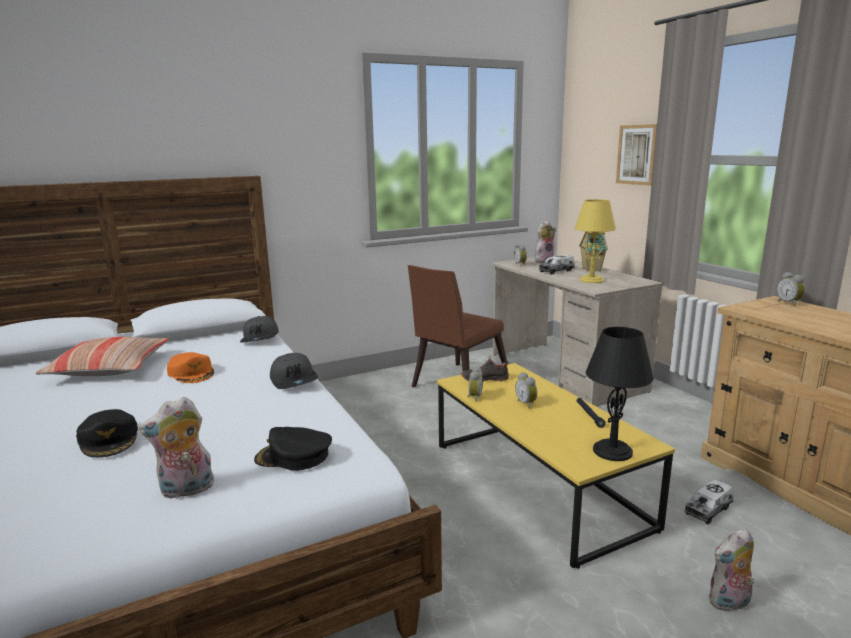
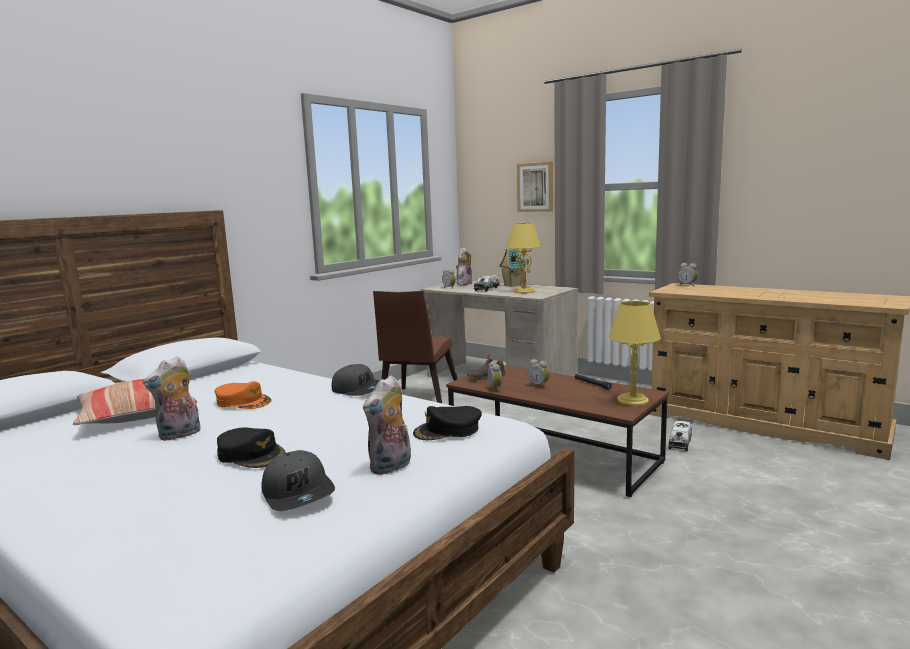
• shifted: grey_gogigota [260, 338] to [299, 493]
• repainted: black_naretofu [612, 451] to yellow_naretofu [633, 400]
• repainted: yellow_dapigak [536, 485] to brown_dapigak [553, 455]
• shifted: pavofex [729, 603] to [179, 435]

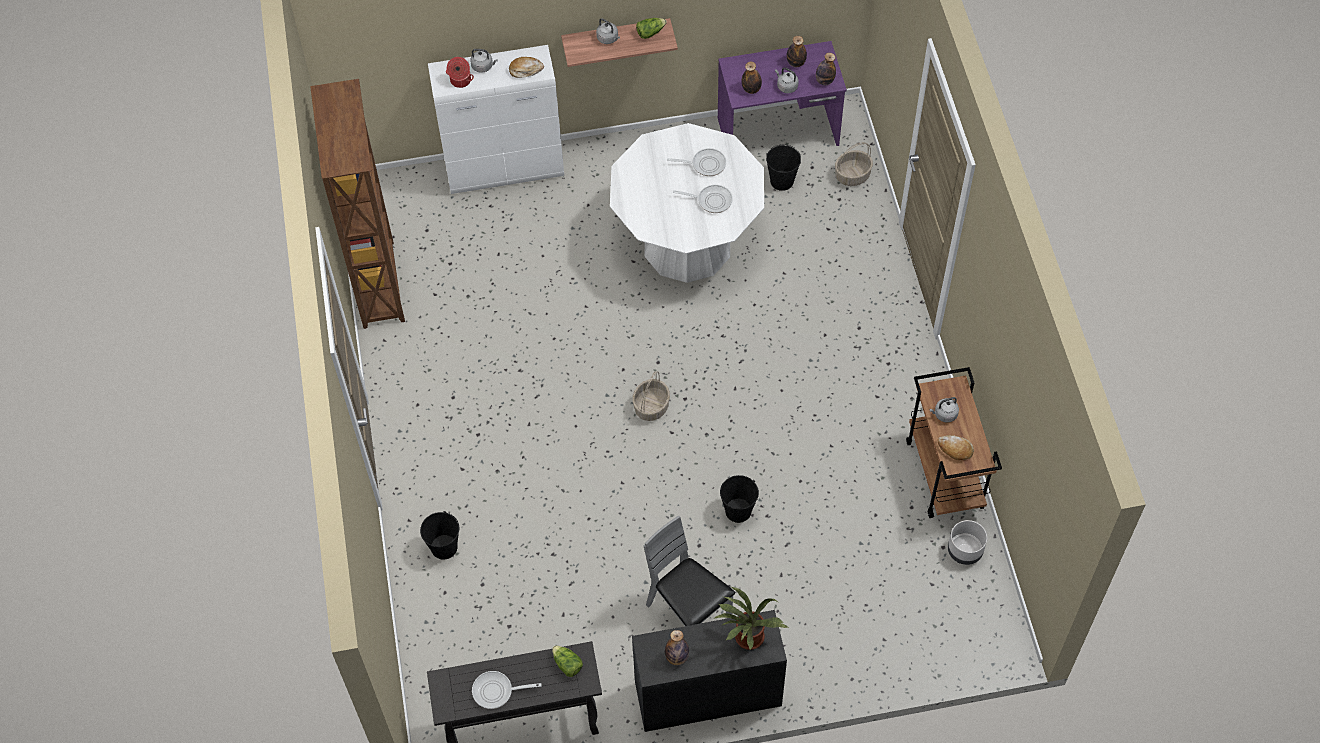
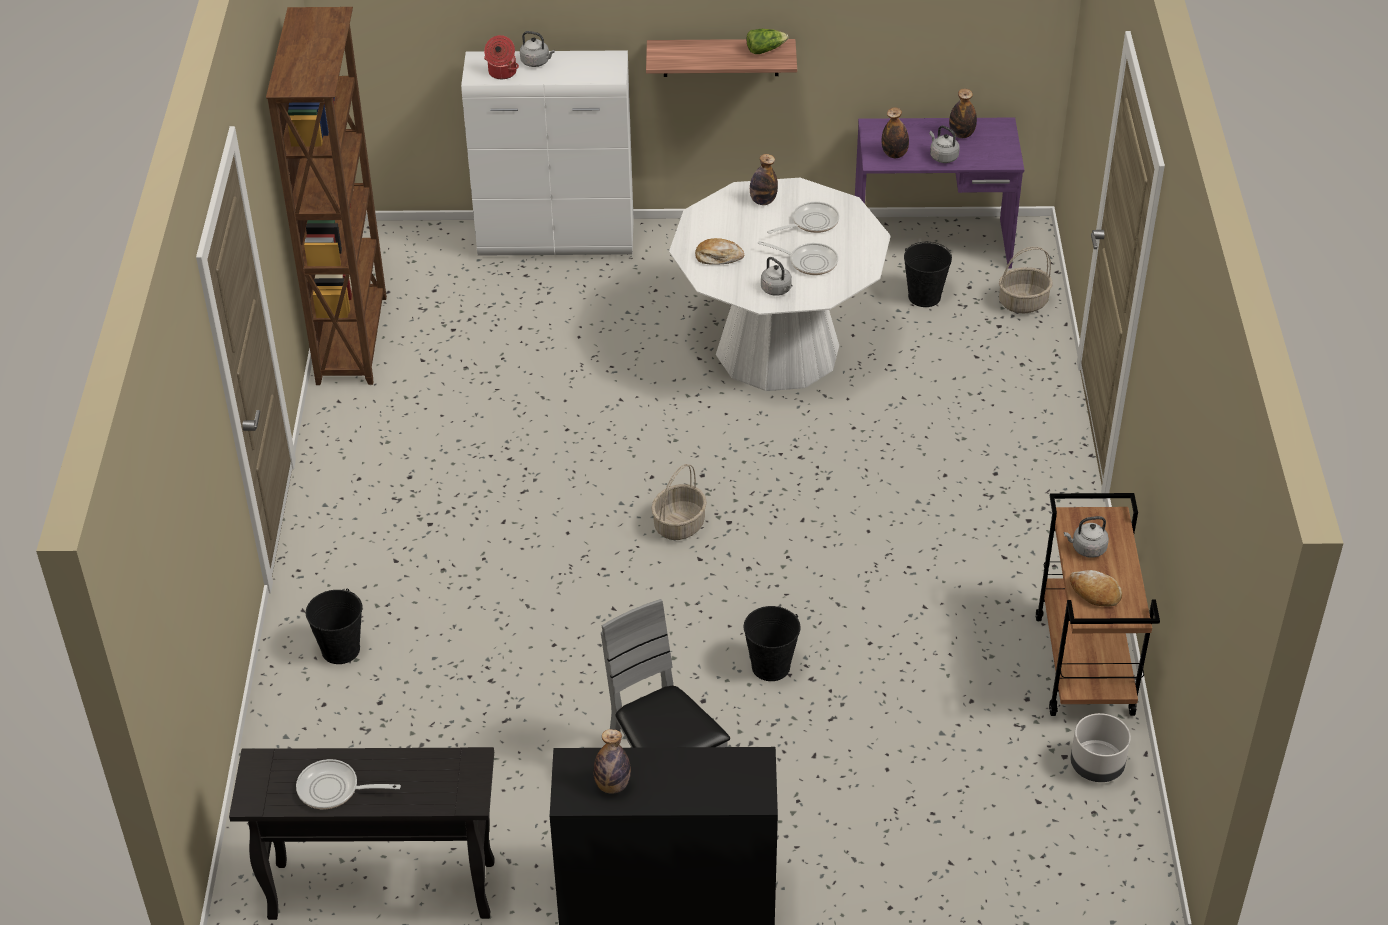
• shifted: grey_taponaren [608, 38] to [777, 290]
• shifted: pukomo [824, 81] to [763, 201]
• shifted: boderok [525, 70] to [718, 257]
• rotated: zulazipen [705, 164] = [811, 223] 45 degrees counterclockwise
• gone: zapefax [748, 640]
• gone: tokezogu [567, 664]

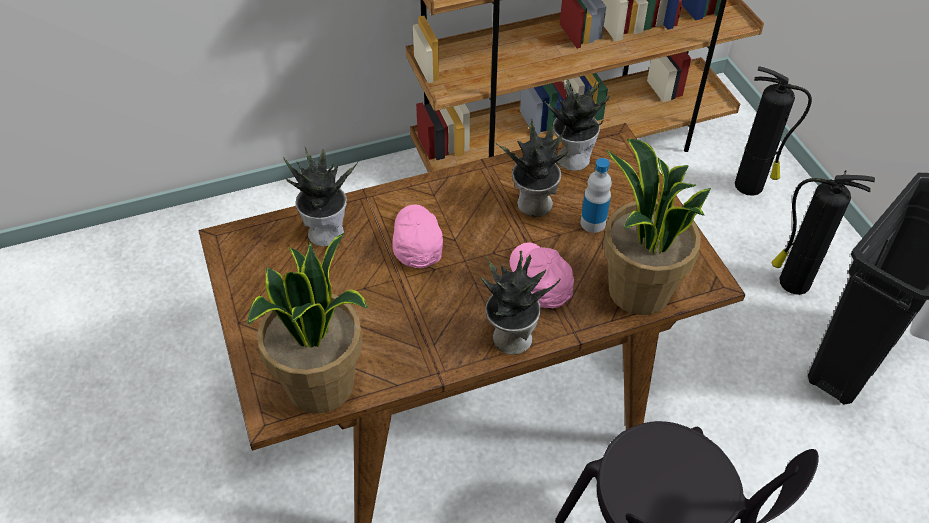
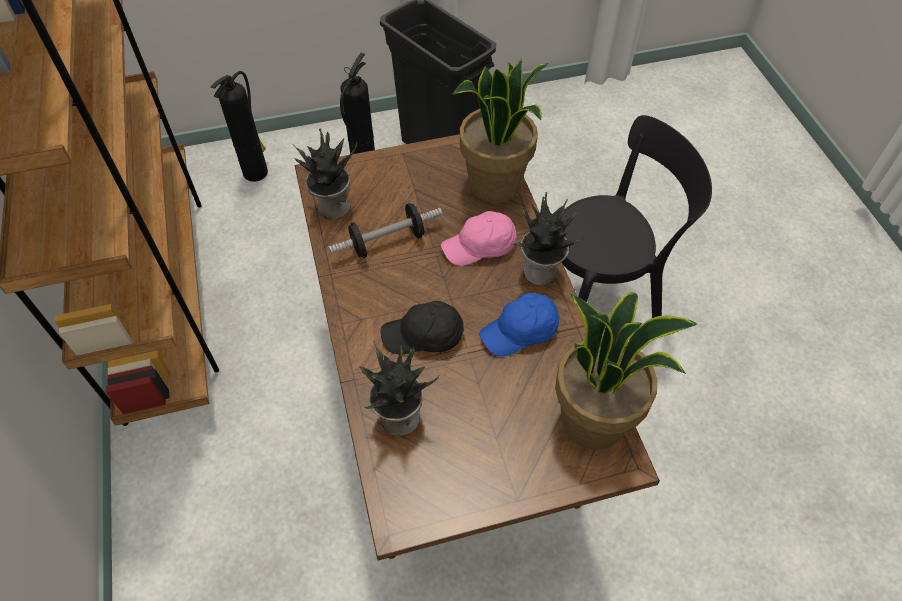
• swapped: zapefax [533, 204] to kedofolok [387, 242]
• gone: pukomo [593, 223]
• repainted: pink_gogigota [416, 242] to black_gogigota [424, 336]
• new: blue_gogigota [520, 332]

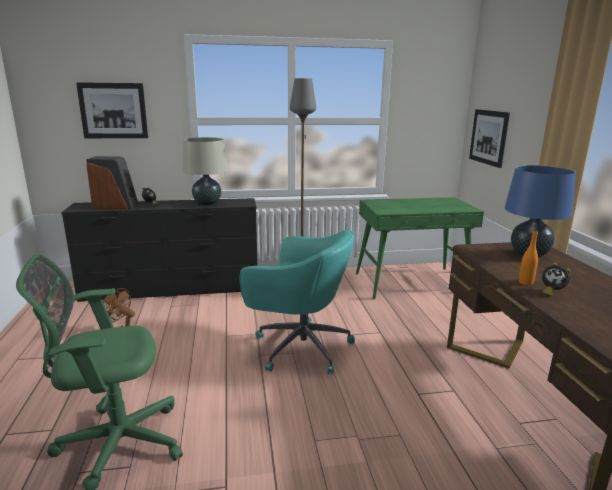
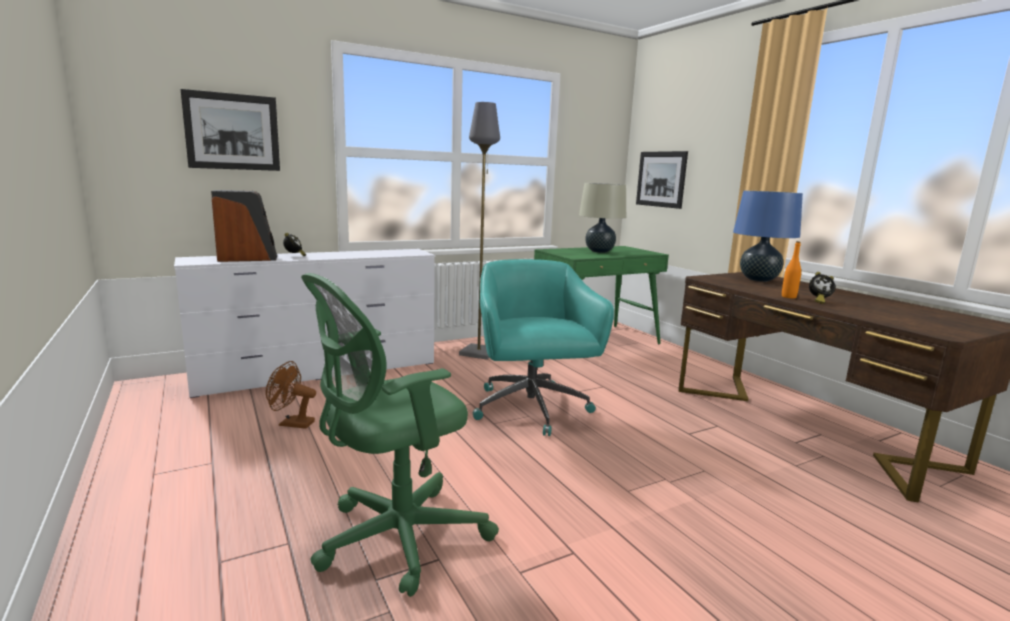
• shifted: beige_naretofu [207, 203] to [599, 251]
• repainted: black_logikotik [172, 290] to white_logikotik [320, 372]
• rotated: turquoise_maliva [299, 347] = [531, 410] 105 degrees counterclockwise

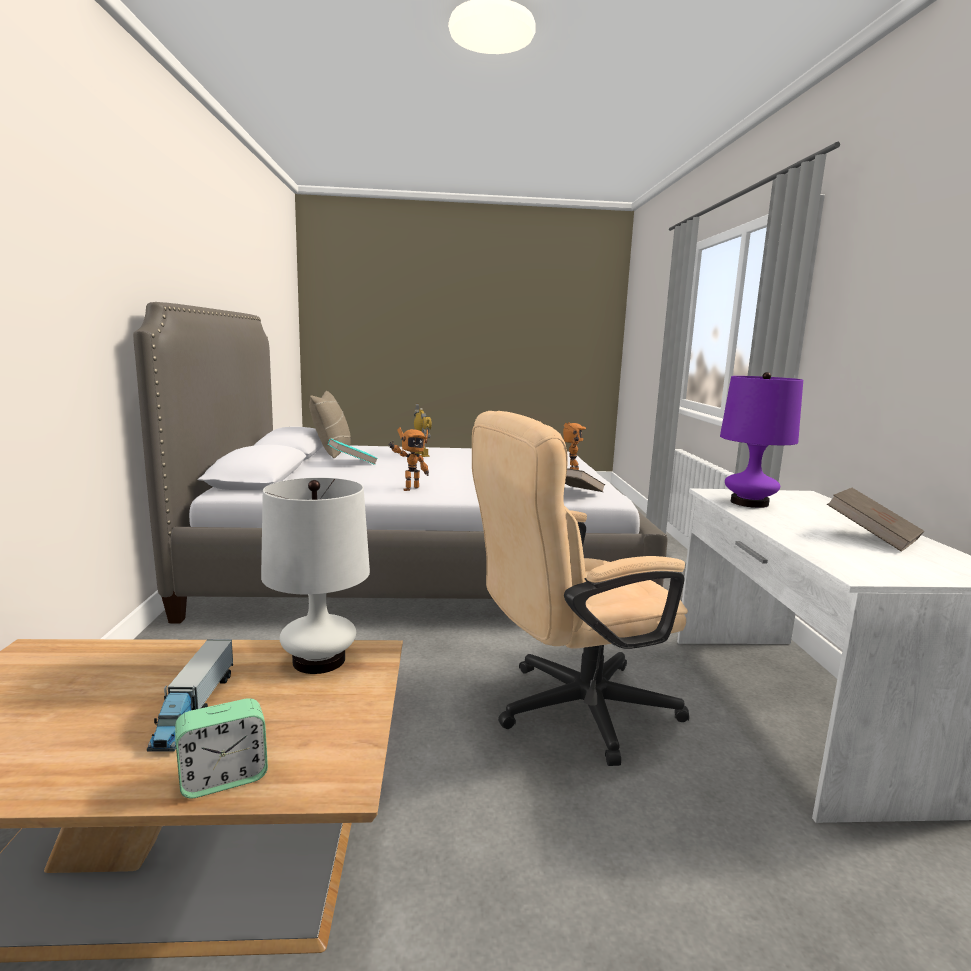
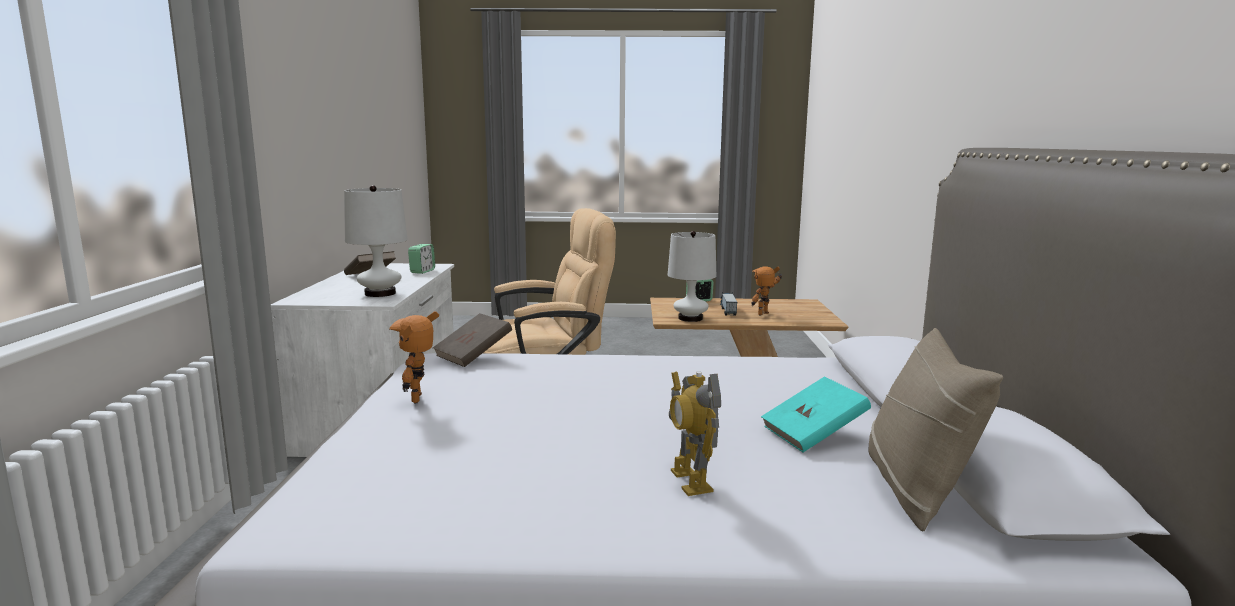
• repainted: purple_naretofu [749, 503] to white_naretofu [380, 293]
• shifted: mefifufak [409, 488] to [765, 314]
• new: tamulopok [422, 271]

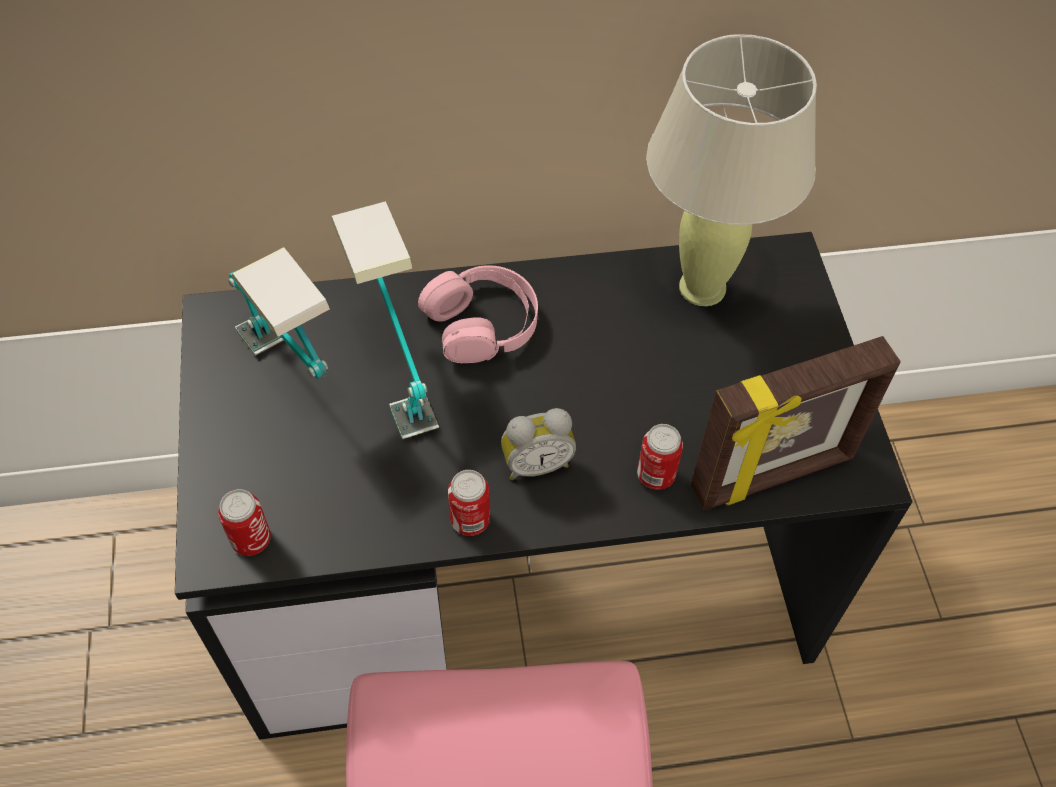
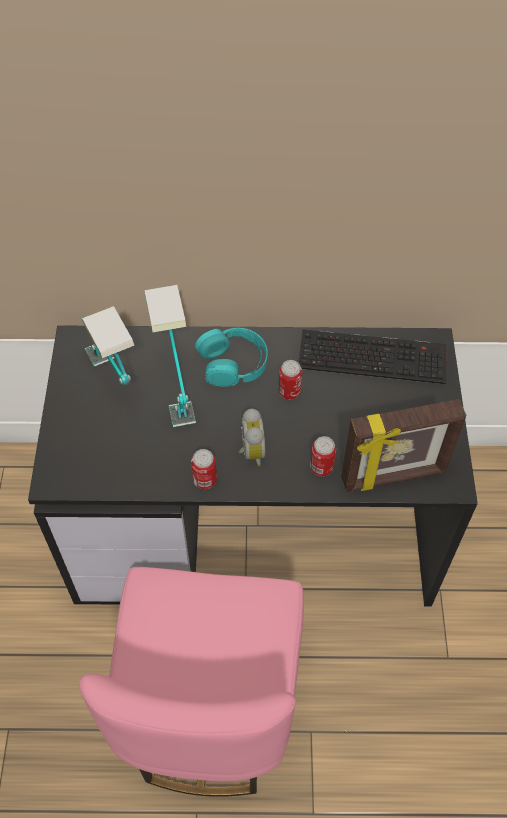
• swapped: beige_naretofu [702, 287] to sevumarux [374, 356]
• repainted: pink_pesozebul [482, 323] to turquoise_pesozebul [233, 362]
• rotated: tamulopok [536, 463] = [250, 451] 90 degrees counterclockwise
• shifted: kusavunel [251, 540] to [289, 392]

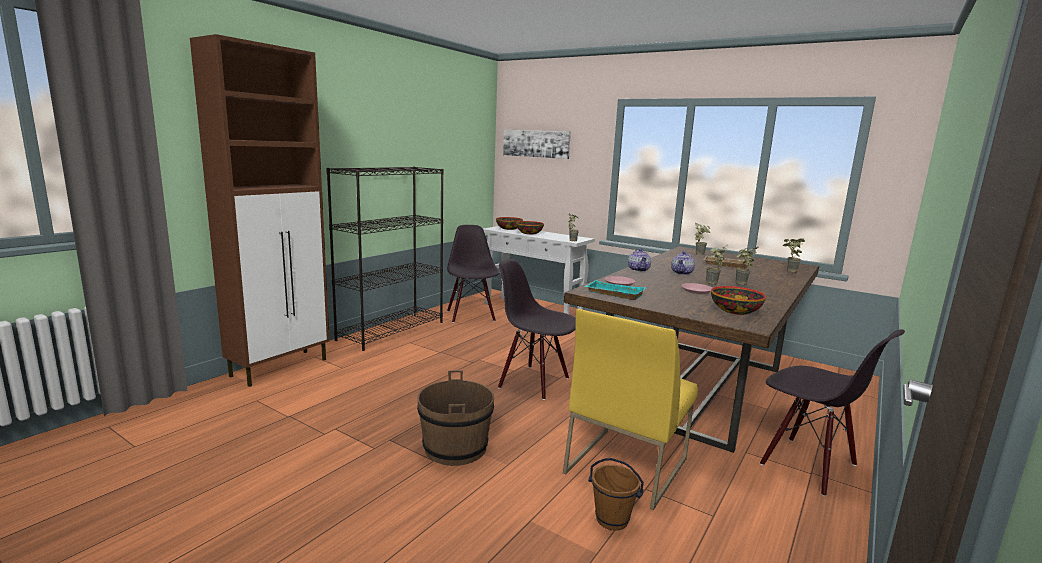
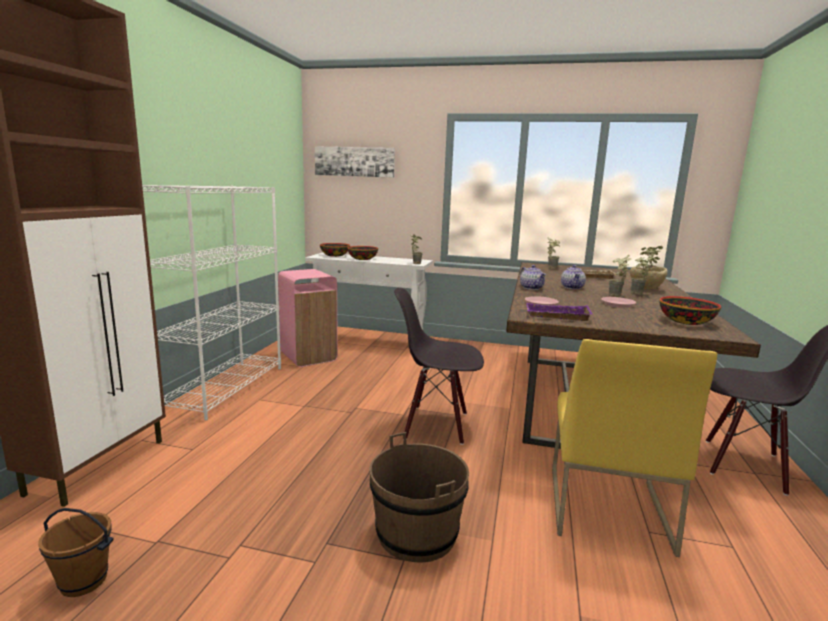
• repainted: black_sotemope [392, 330] to white_sotemope [226, 387]
• swapped: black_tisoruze [471, 316] to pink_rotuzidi [309, 356]
• repainted: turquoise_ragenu [613, 294] to purple_ragenu [556, 316]
• shifted: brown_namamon [612, 519] to [84, 581]
• new: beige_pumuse [646, 289]

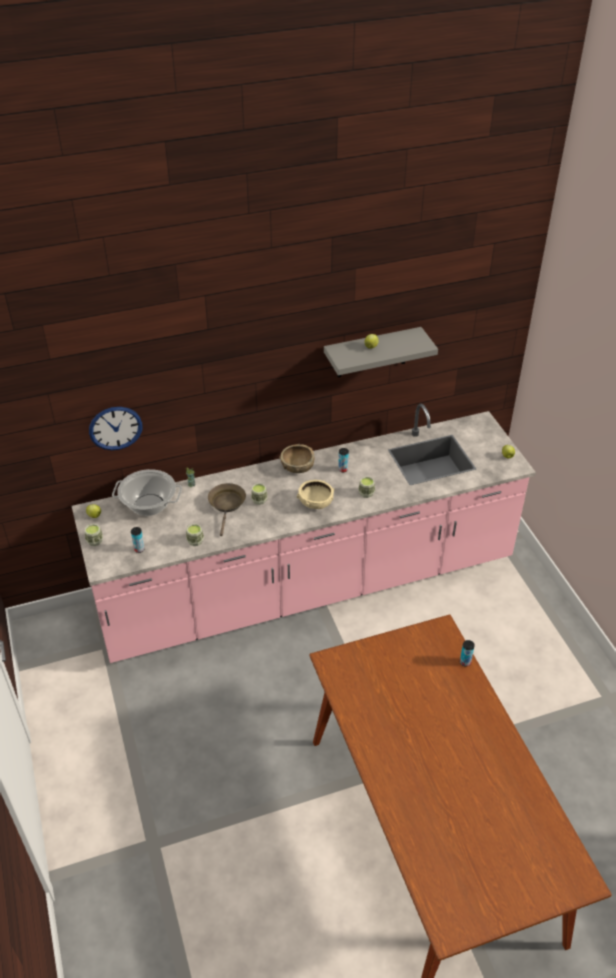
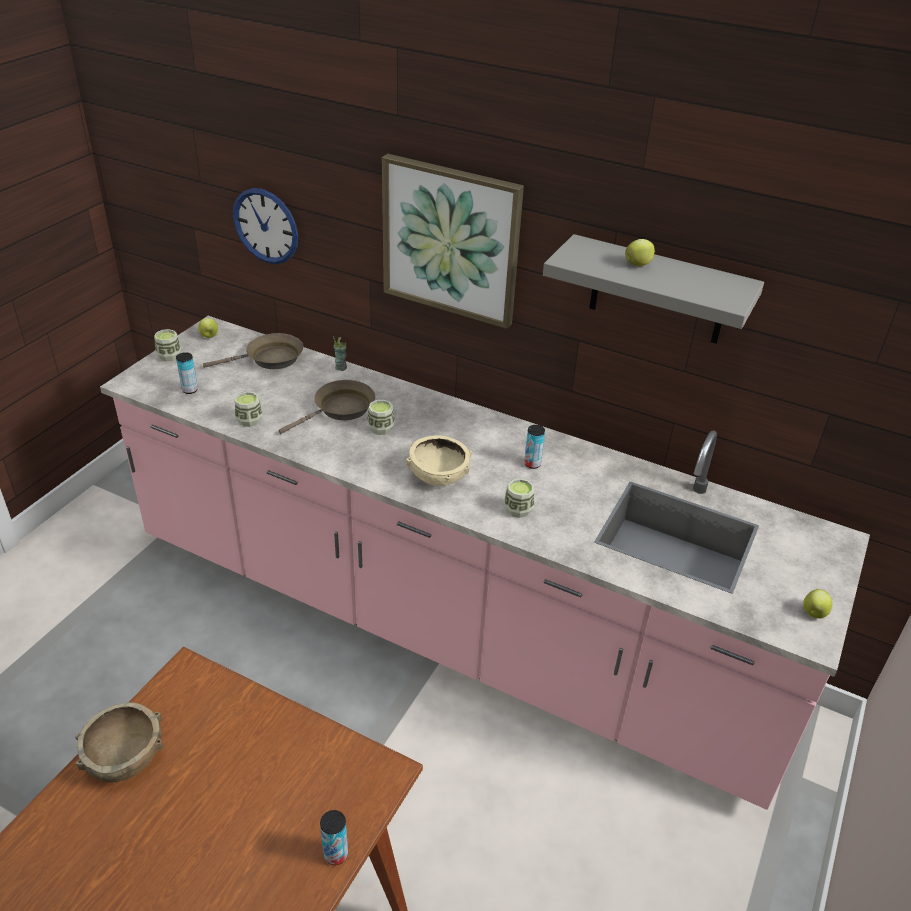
• shifted: brown_pumuse [297, 466] to [125, 756]
• swapped: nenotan [149, 505] to brown_zulazipen [270, 359]
• new: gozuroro [451, 240]

